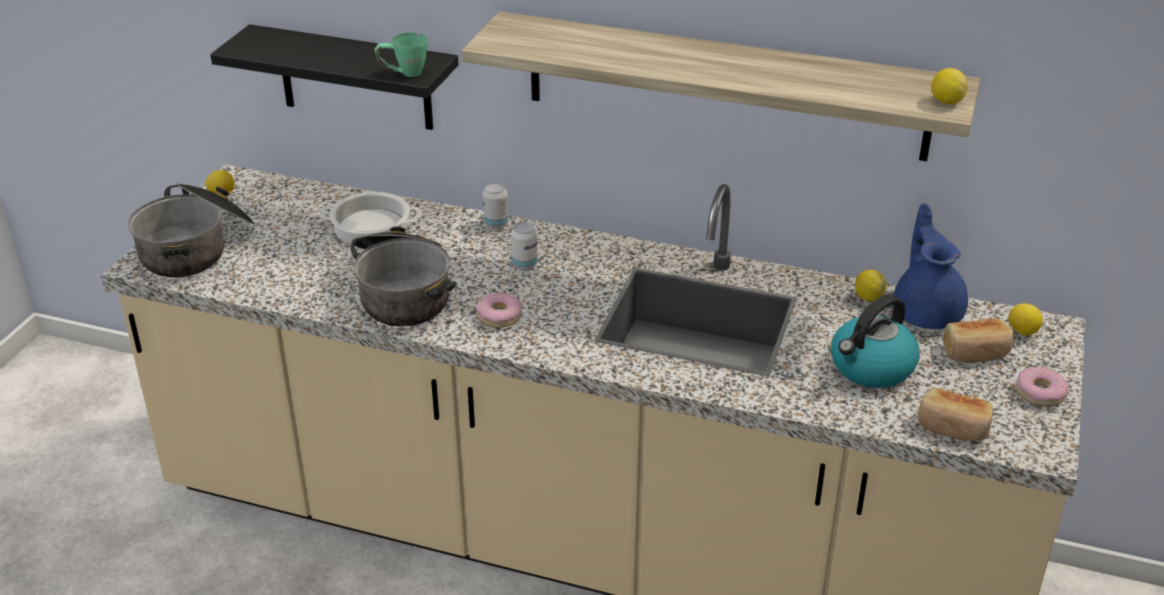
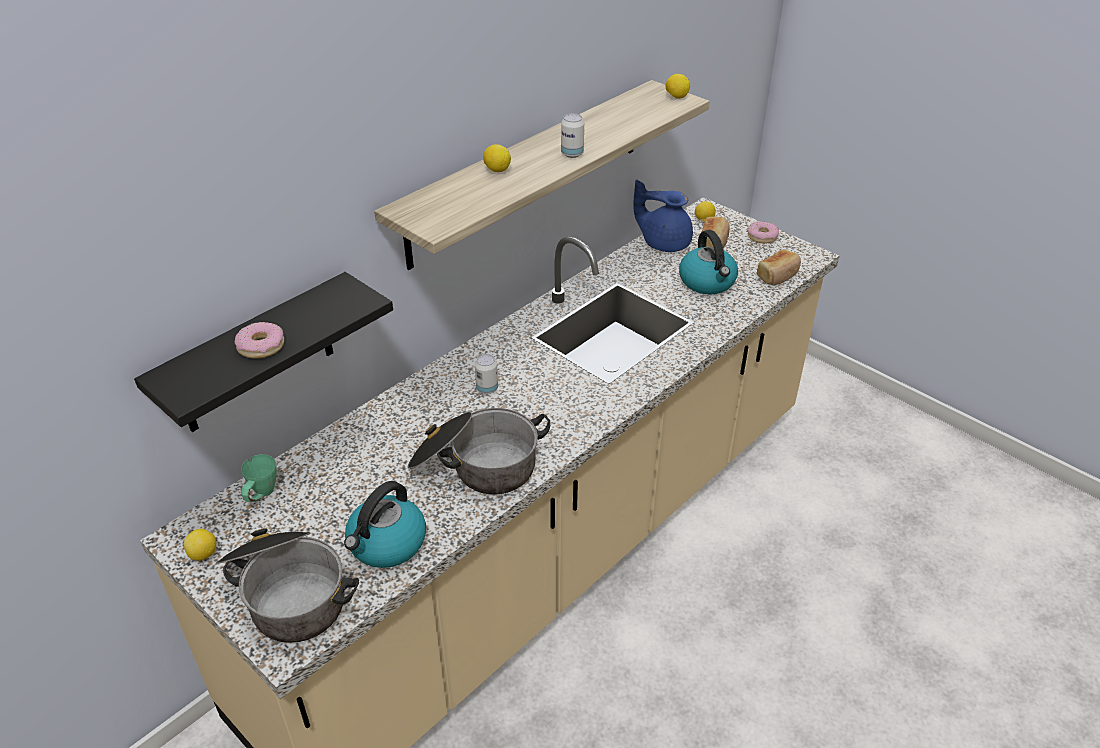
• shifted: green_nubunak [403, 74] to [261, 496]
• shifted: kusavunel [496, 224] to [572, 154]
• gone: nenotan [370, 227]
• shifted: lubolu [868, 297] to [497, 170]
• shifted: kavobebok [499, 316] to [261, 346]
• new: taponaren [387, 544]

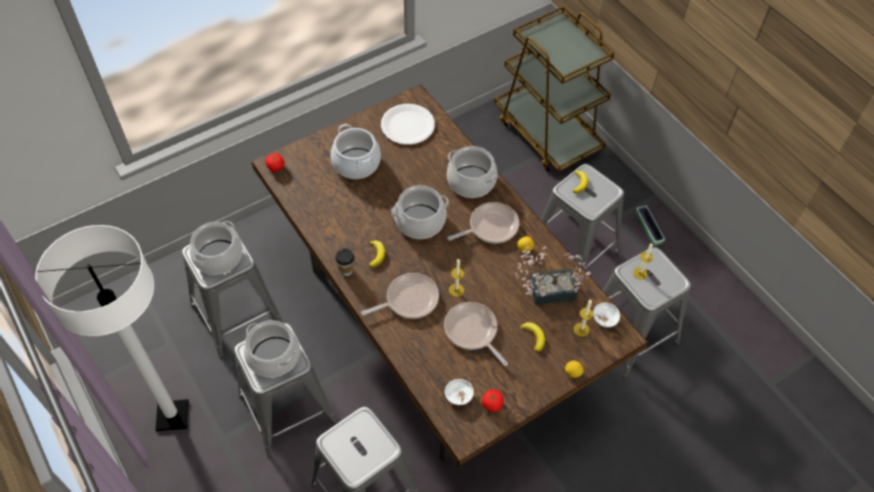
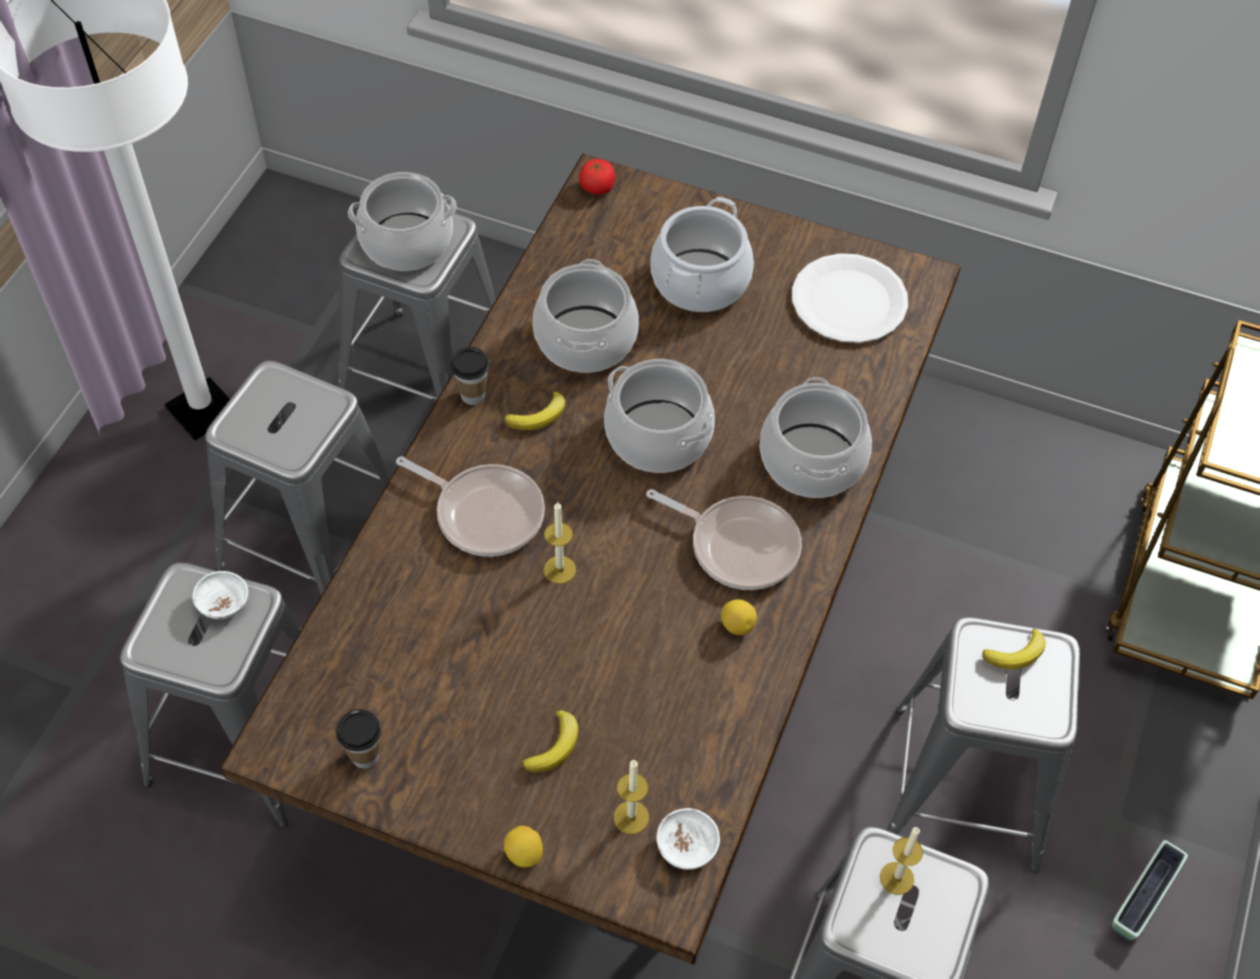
• gone: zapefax [546, 291]
• gone: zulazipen [472, 332]
• shifted: nenotan [273, 357] to [585, 339]
• shifted: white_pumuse [458, 396] to [223, 603]
• swapped: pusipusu [492, 404] to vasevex [365, 756]

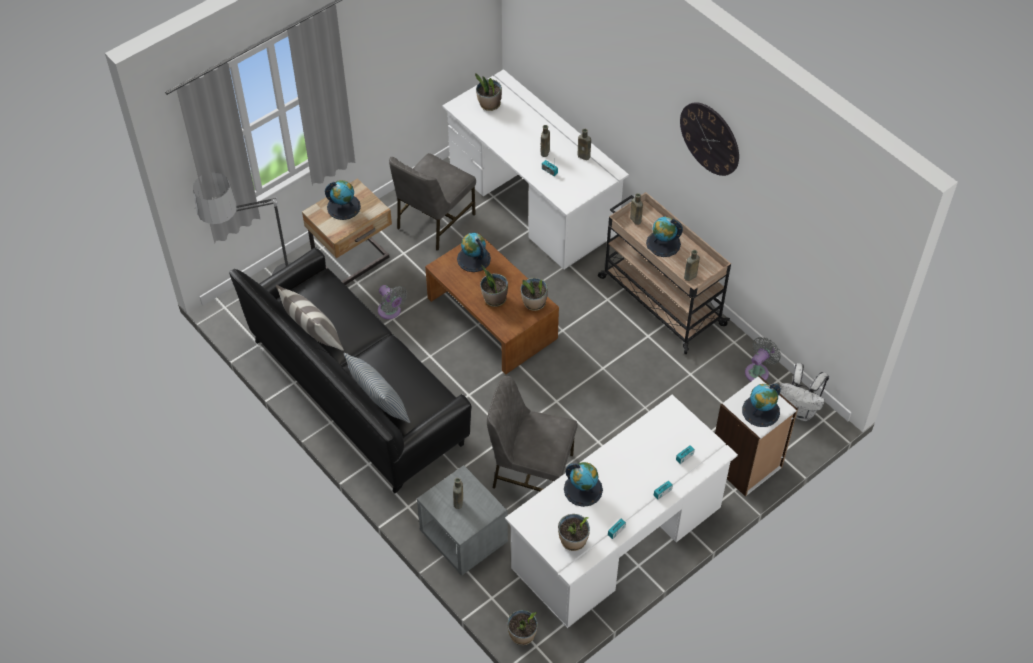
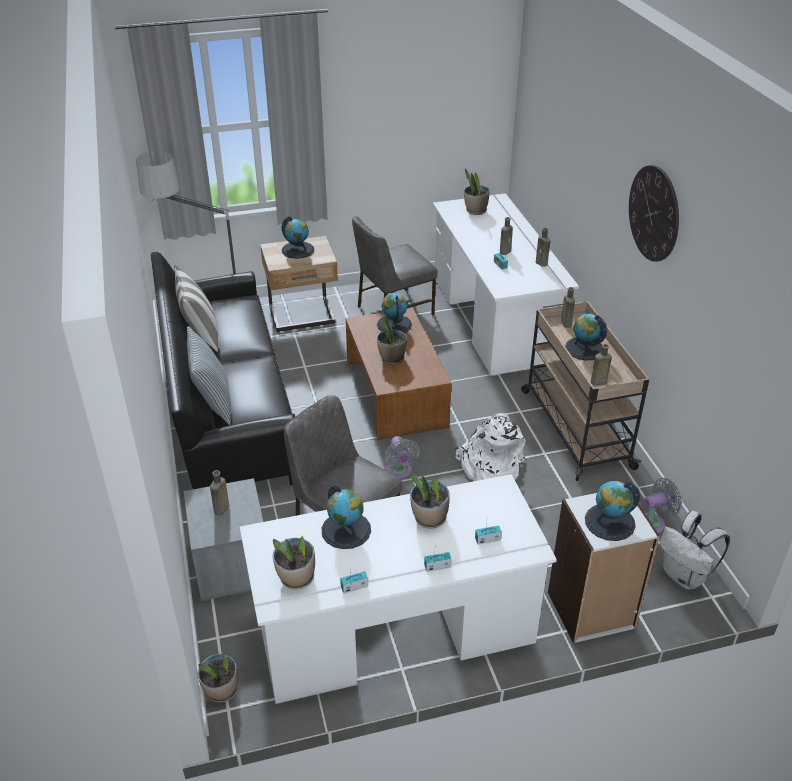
• shifted: zapefax [534, 303] to [429, 519]
• shifted: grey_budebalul [391, 311] to [399, 472]
• new: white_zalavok [489, 467]

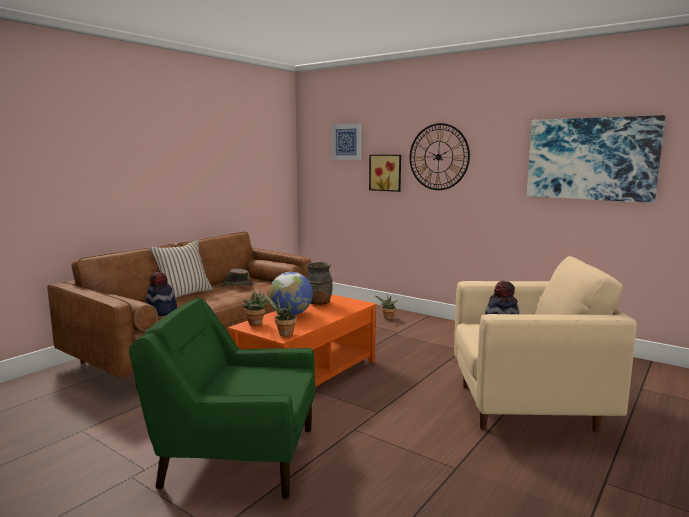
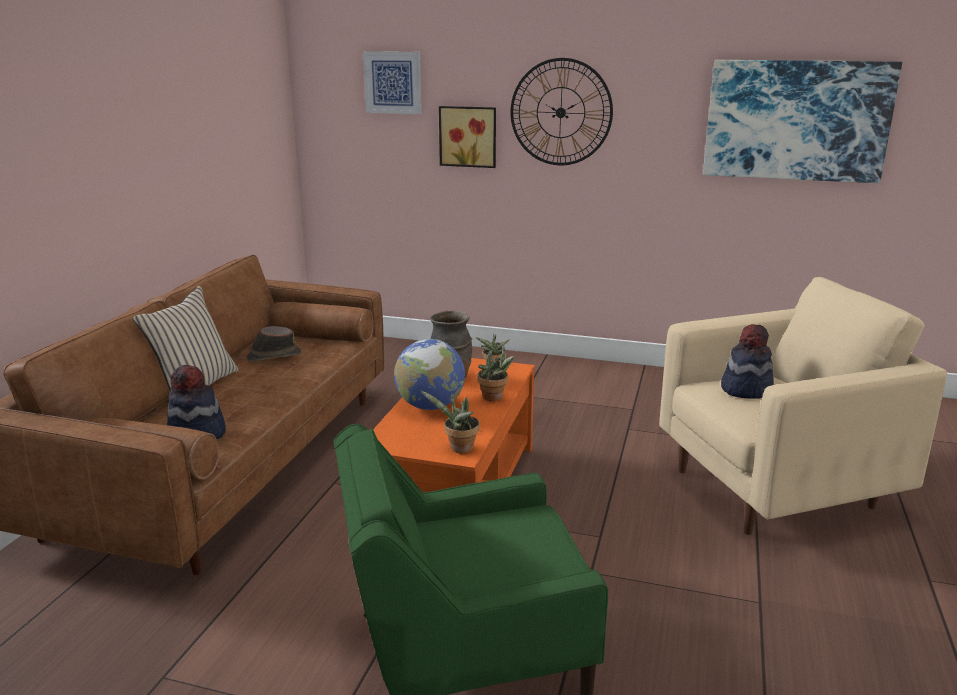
• shifted: zapefax [256, 324] to [495, 398]

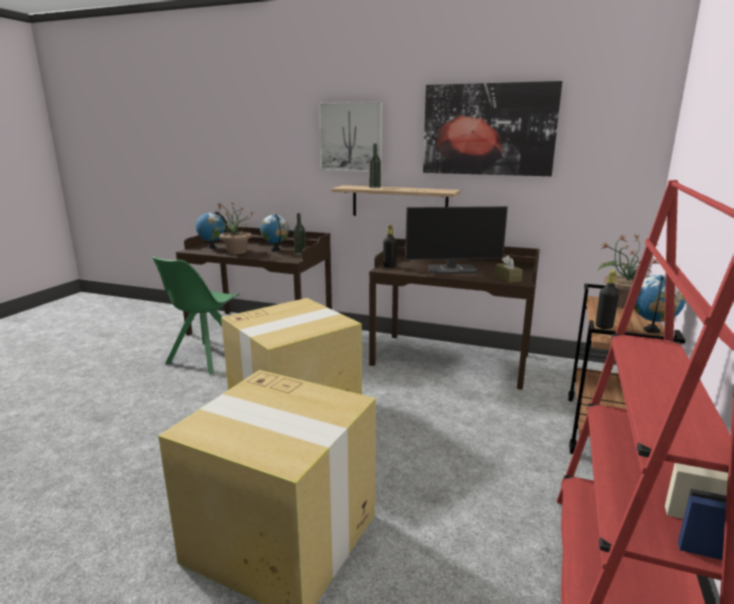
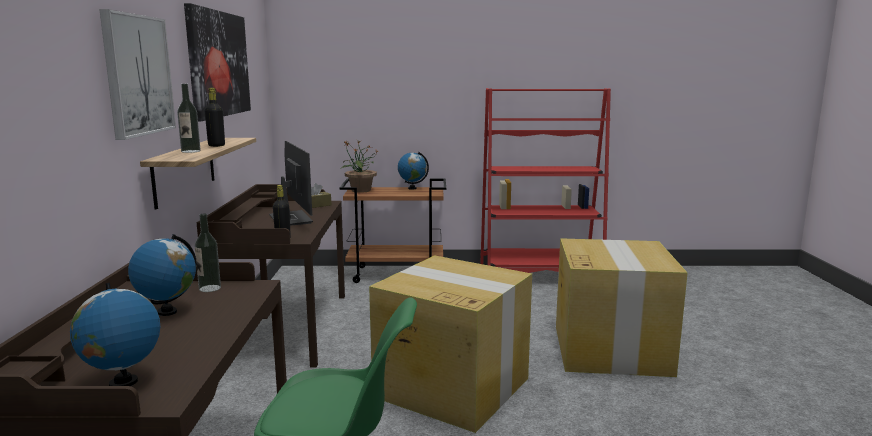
• gone: zapefax [236, 252]
• shifted: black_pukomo [604, 326] to [216, 145]

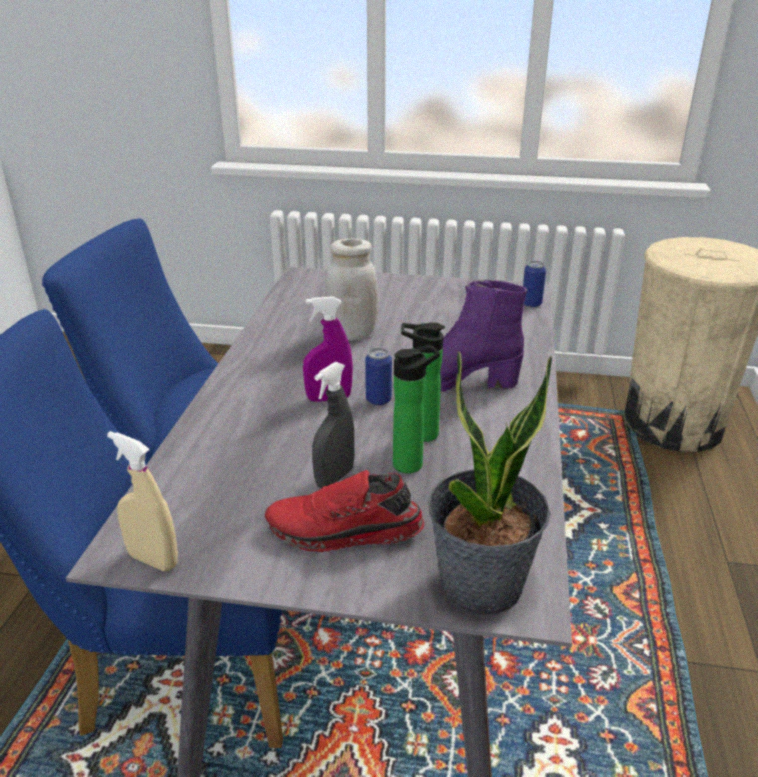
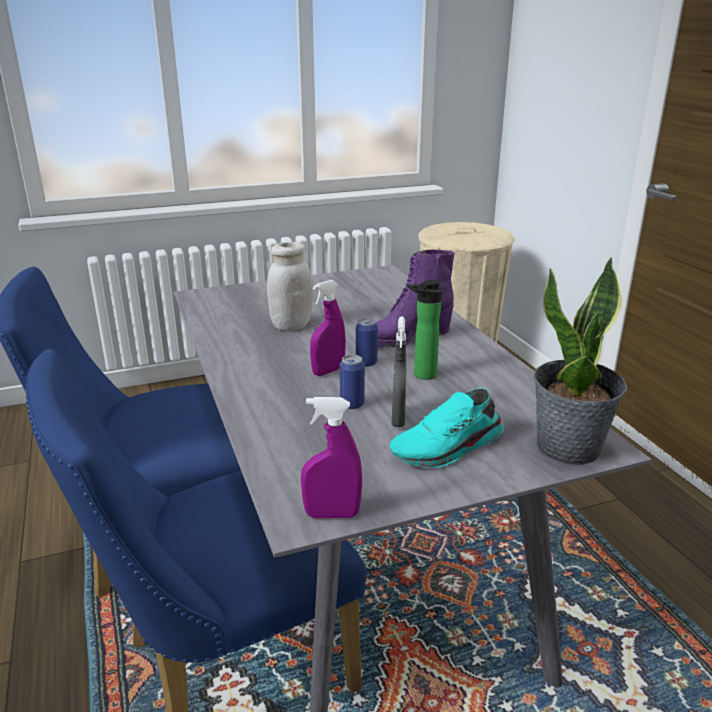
• shifted: kusavunel [531, 304] to [352, 404]
• gone: pukomo [412, 463]
• repainted: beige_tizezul [153, 560] to purple_tizezul [332, 514]
• repainted: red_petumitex [344, 533] to turquoise_petumitex [448, 449]

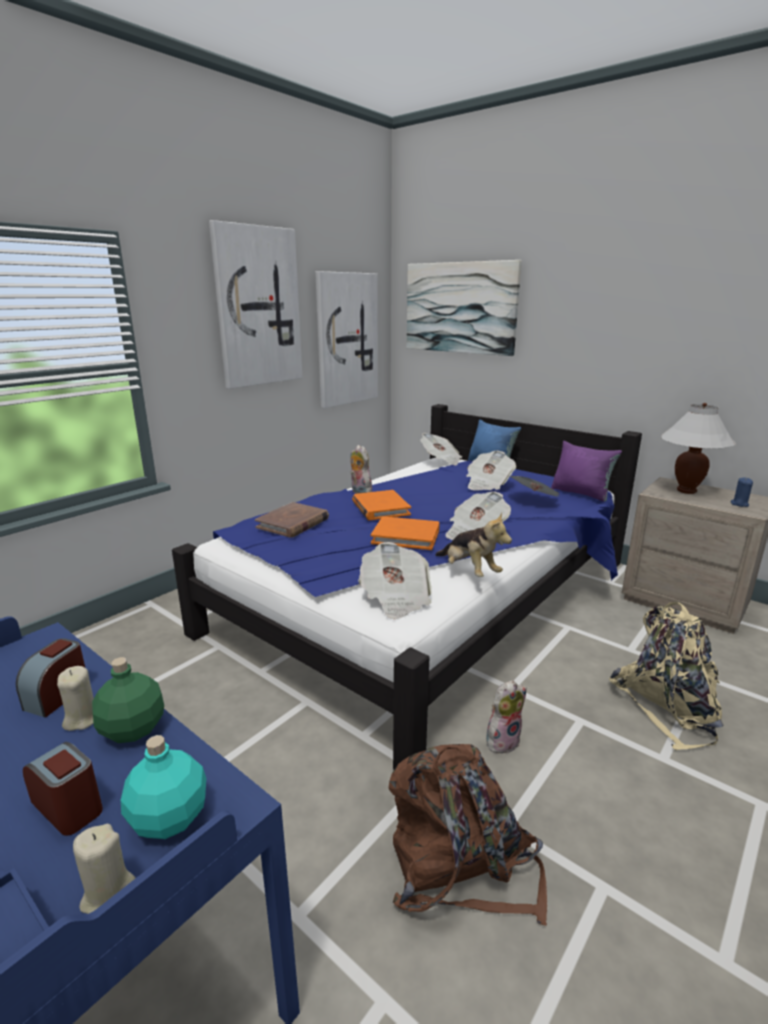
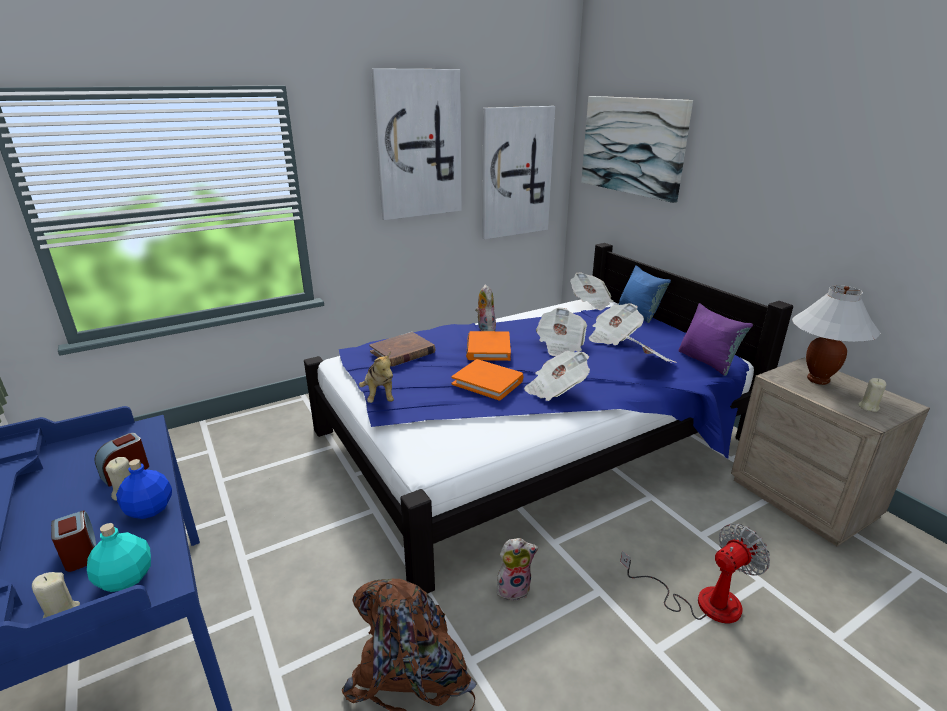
• repainted: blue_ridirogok [739, 504] to beige_ridirogok [868, 407]
• shifted: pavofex [469, 571] to [379, 396]
• shifted: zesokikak [395, 598] to [560, 345]
• swapped: beige_zalavok [669, 705] to budebalul [702, 601]
• repainted: green_pukomo [132, 729] to blue_pukomo [149, 509]

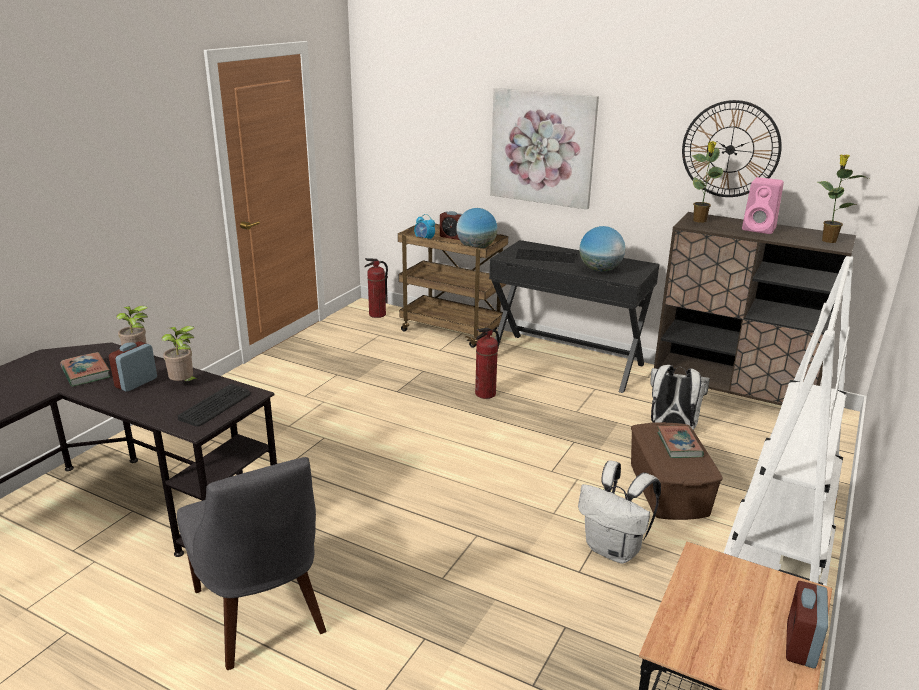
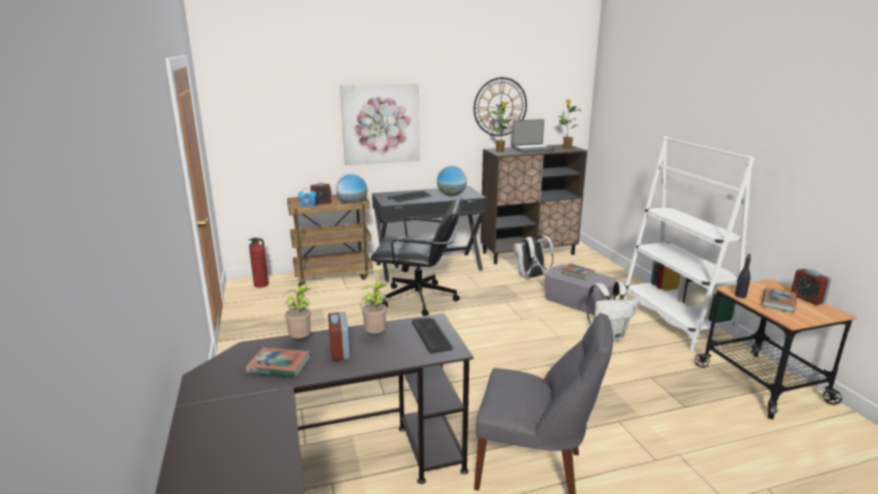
• swapped: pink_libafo [760, 229] to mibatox [532, 149]
• swapped: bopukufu [485, 394] to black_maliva [420, 299]
• repainted: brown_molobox [667, 489] to grey_molobox [577, 302]
• new: black_pukomo [740, 296]
• new: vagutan [778, 302]

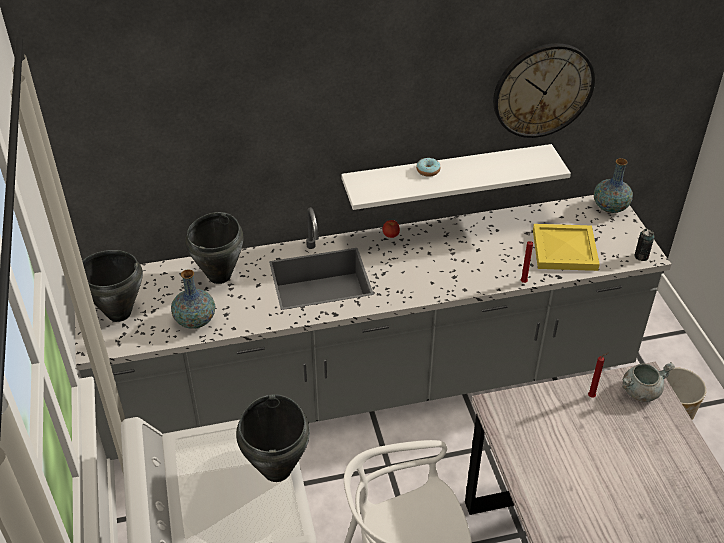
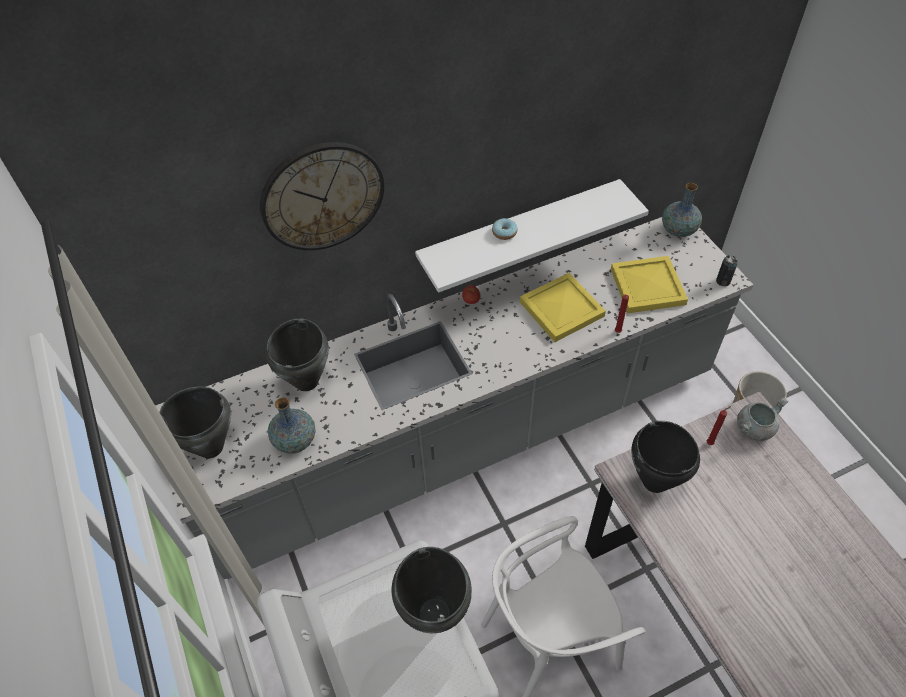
• shifted: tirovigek [543, 90] to [322, 196]
• new: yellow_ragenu [562, 308]
• new: black_nenotan [654, 482]

